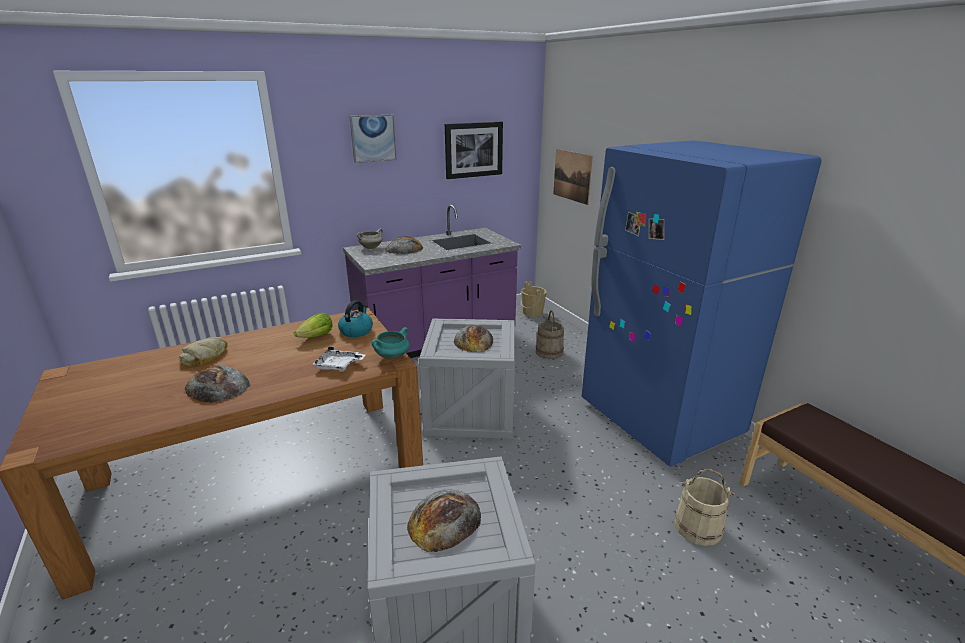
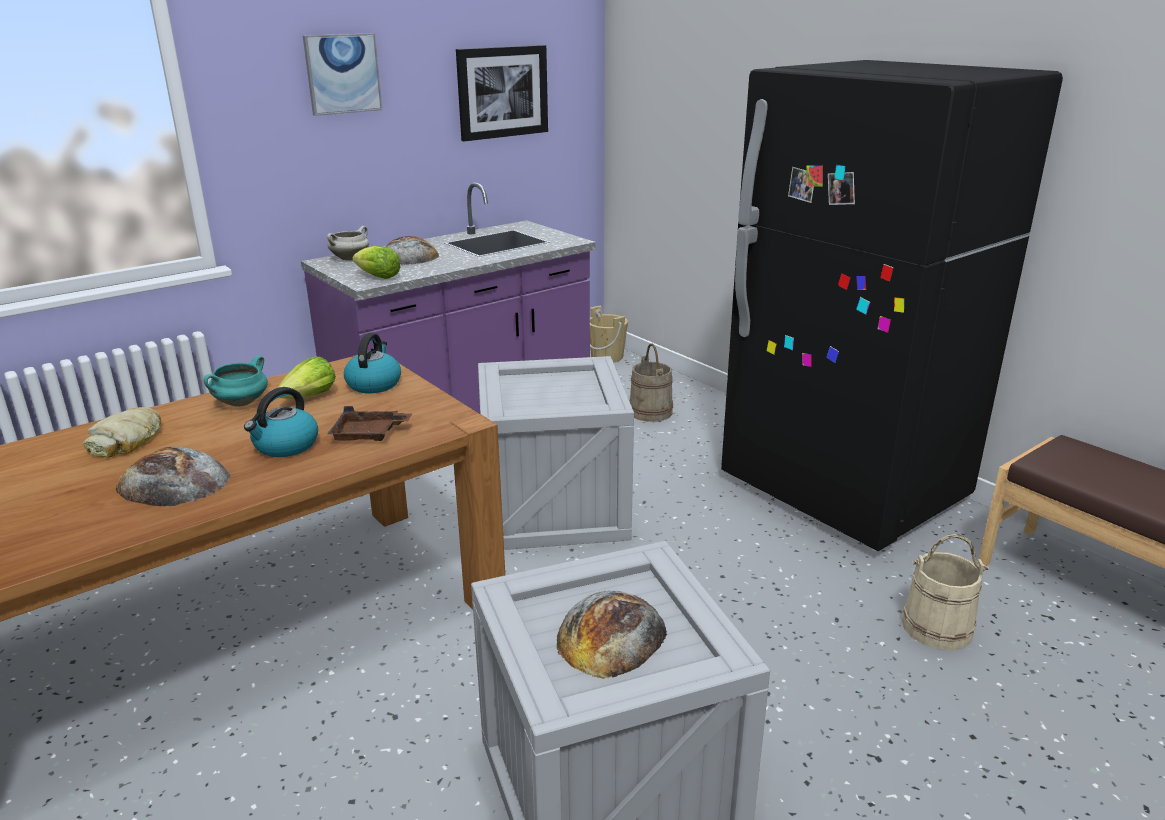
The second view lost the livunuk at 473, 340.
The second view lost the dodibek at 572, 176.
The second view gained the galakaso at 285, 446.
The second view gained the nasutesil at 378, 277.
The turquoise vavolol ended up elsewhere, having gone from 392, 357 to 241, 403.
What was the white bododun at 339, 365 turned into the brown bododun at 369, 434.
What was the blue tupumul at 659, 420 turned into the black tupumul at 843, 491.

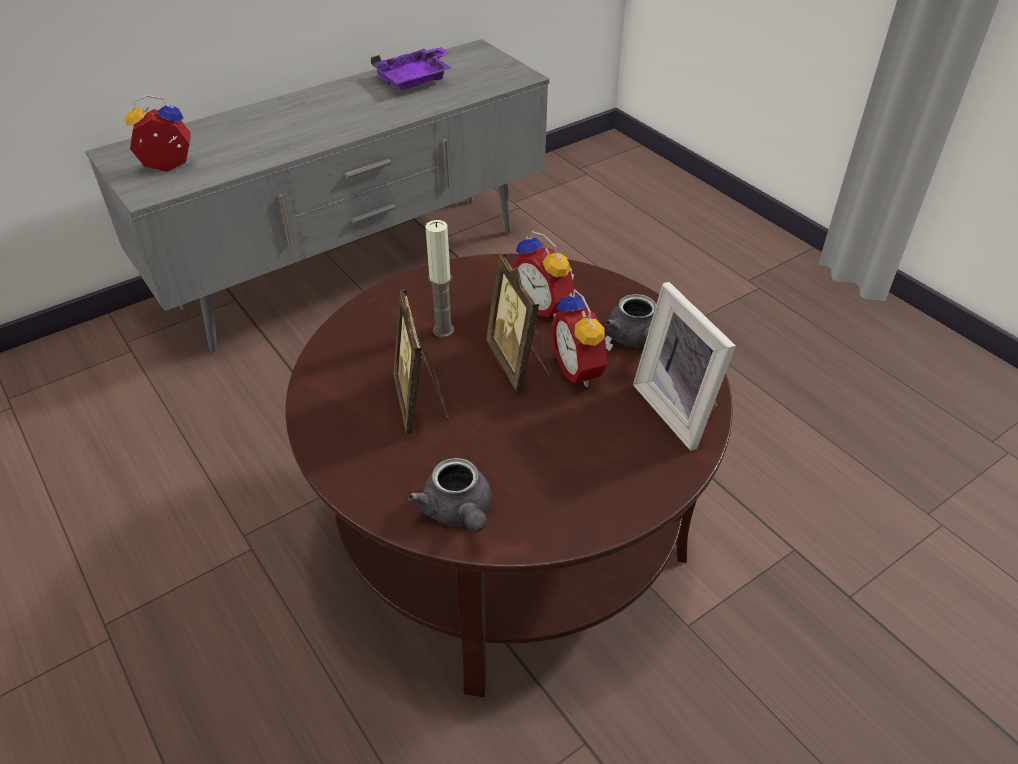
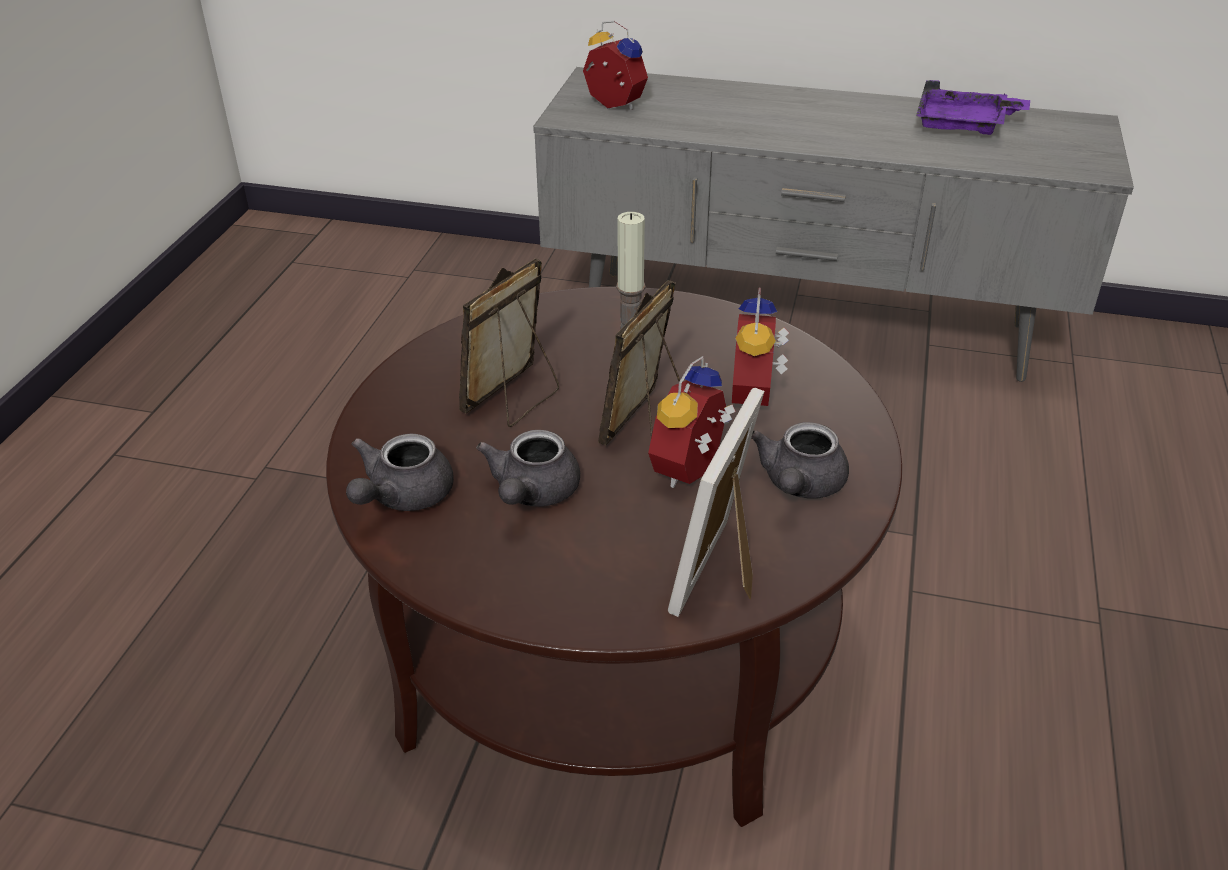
The second view gained the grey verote at 532, 493.

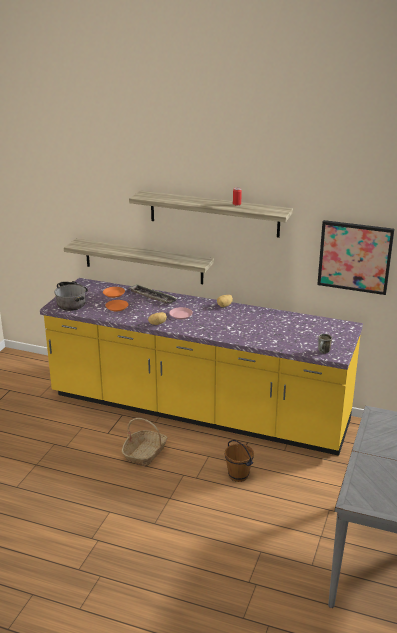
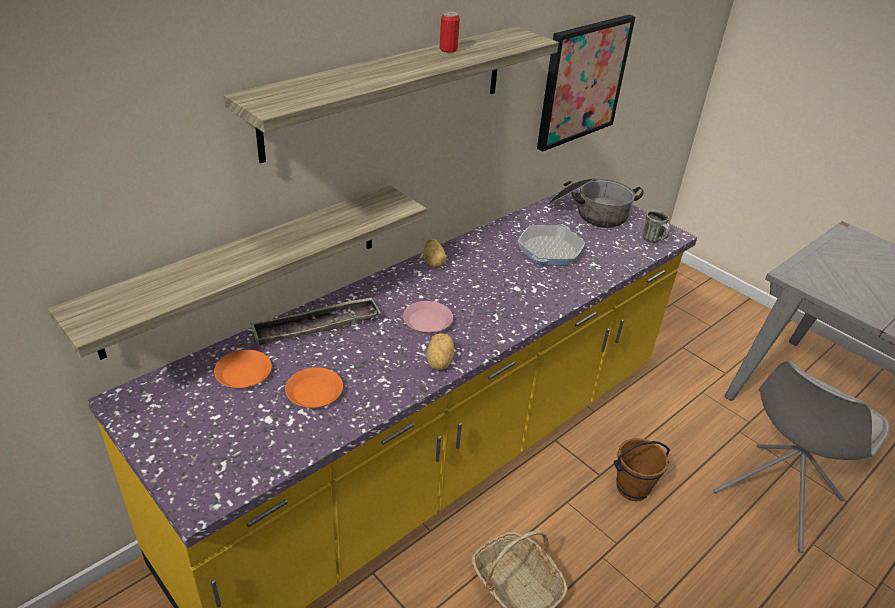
The second view gained the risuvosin at 549, 250.
The second view gained the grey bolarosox at 775, 497.
The vavolol ended up elsewhere, having gone from 72, 302 to 590, 213.

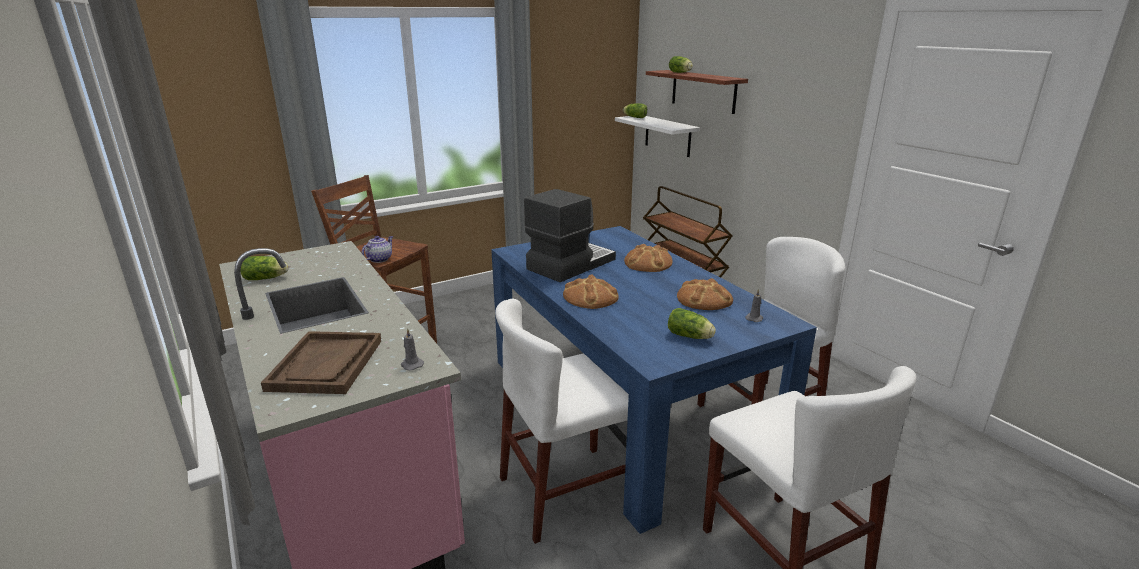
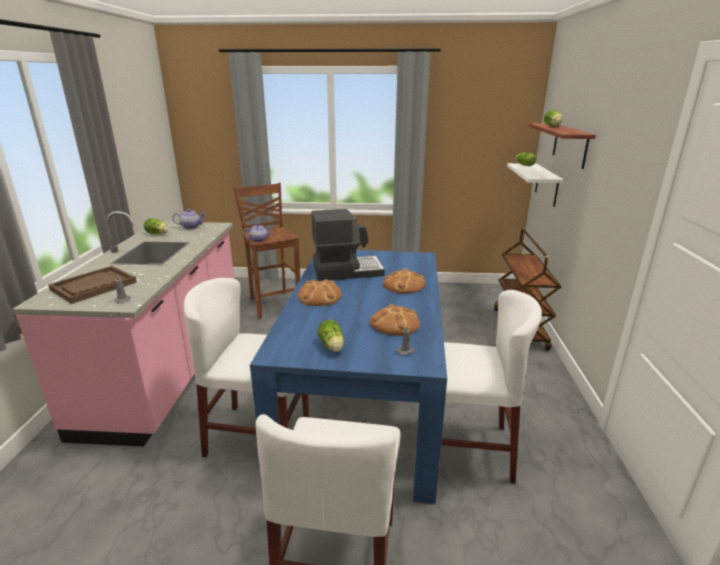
The second view gained the verote at 191, 227.

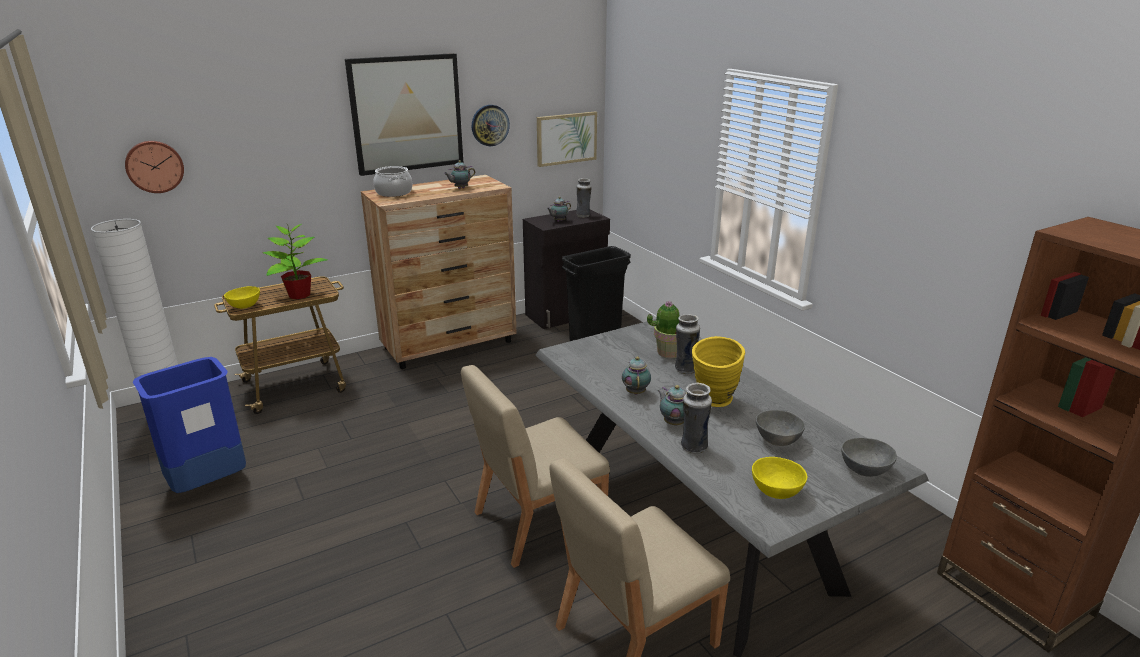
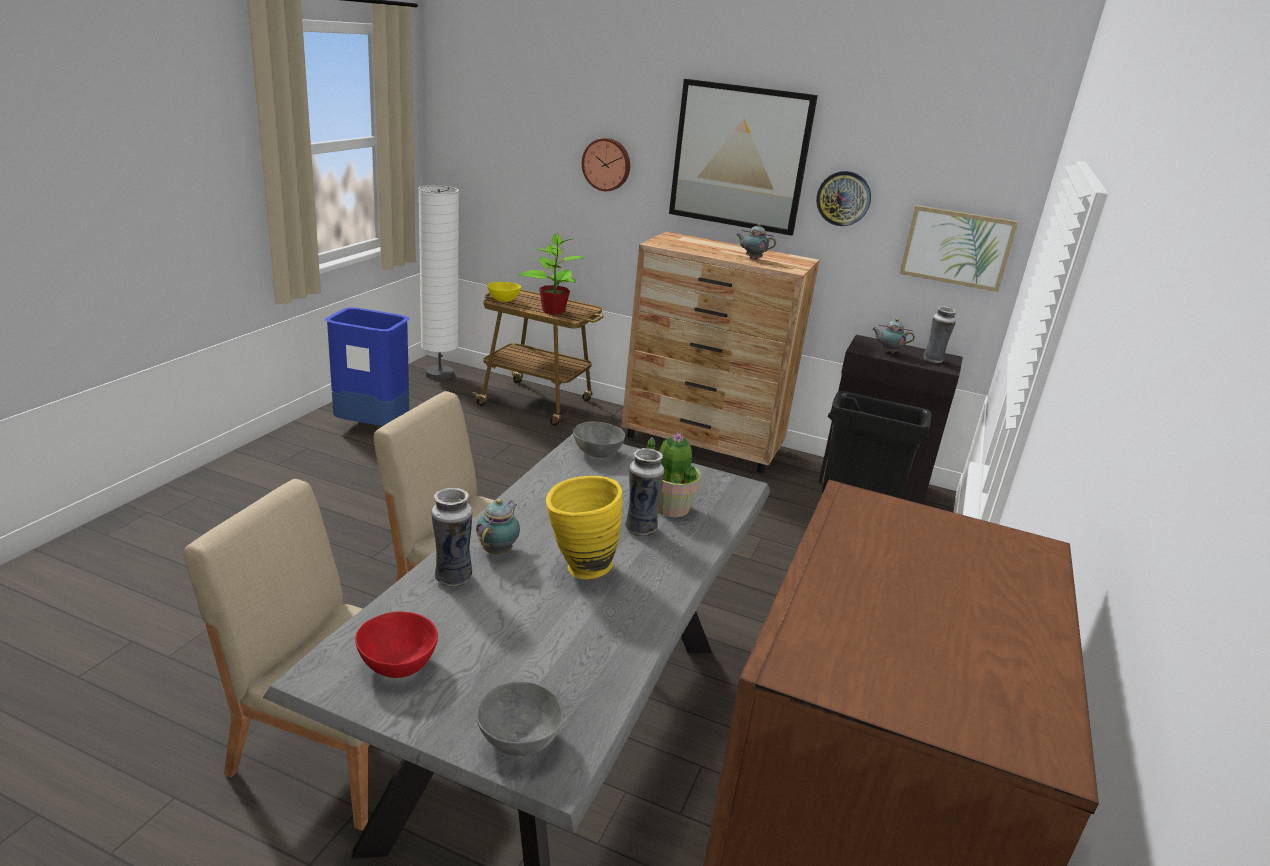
The second view lost the vavolol at 393, 193.
The second view lost the verote at 635, 392.
The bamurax ended up elsewhere, having gone from 154, 166 to 607, 164.
The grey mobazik ended up elsewhere, having gone from 776, 441 to 596, 453.
What was the yellow mobazik at 775, 491 turned into the red mobazik at 397, 663.

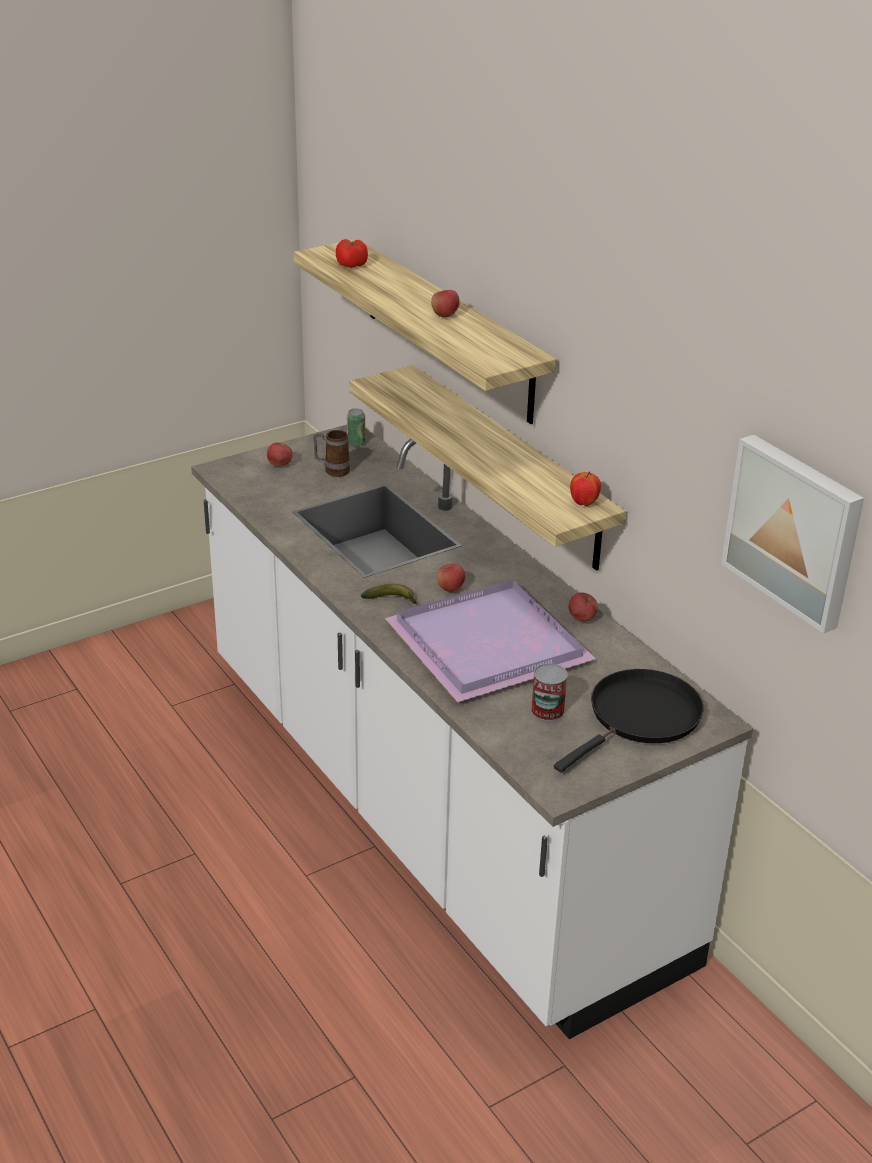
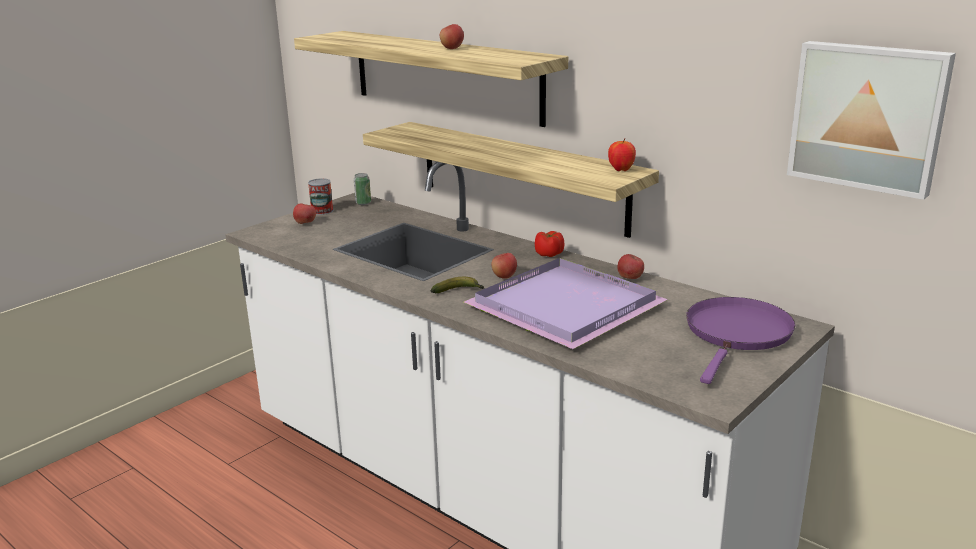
The second view lost the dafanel at 332, 470.
The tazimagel ended up elsewhere, having gone from 352, 265 to 549, 254.
The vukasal ended up elsewhere, having gone from 547, 710 to 322, 211.
What was the black risuvosin at 640, 717 turned into the purple risuvosin at 737, 334.

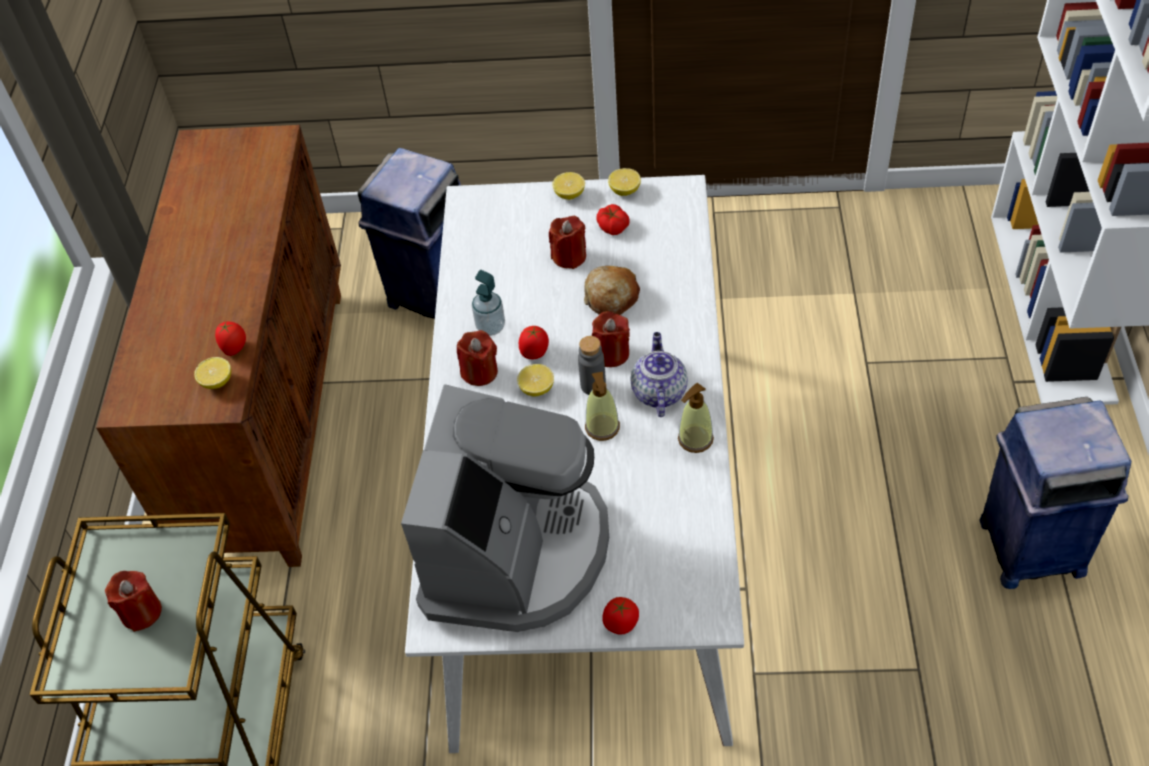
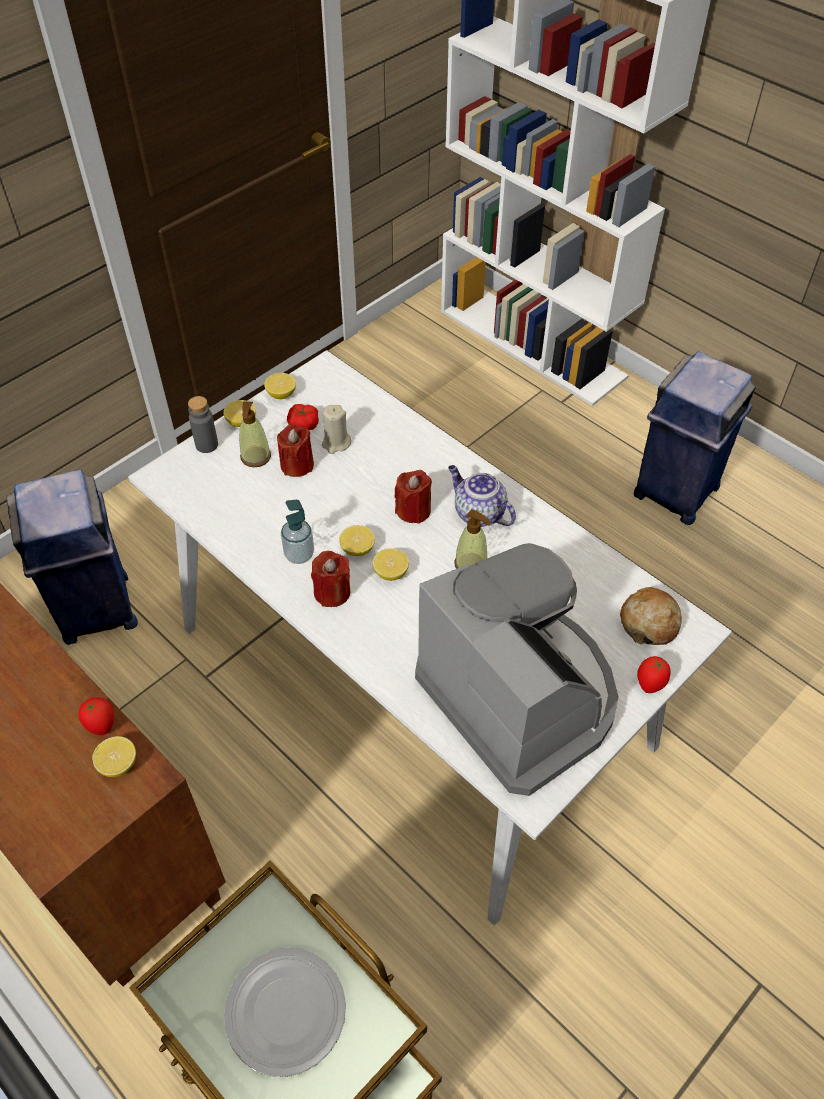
The second view gained the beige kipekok at 336, 443.
The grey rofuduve ended up elsewhere, having gone from 593, 385 to 207, 445.
The livunuk ended up elsewhere, having gone from 611, 297 to 649, 622.
The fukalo ended up elsewhere, having gone from 695, 439 to 255, 457.
Where the red kipekok stood at 141, 612, the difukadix came to stand at 287, 1010.
Where the tazimagel stood at 535, 353, the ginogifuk came to stand at 357, 549.

